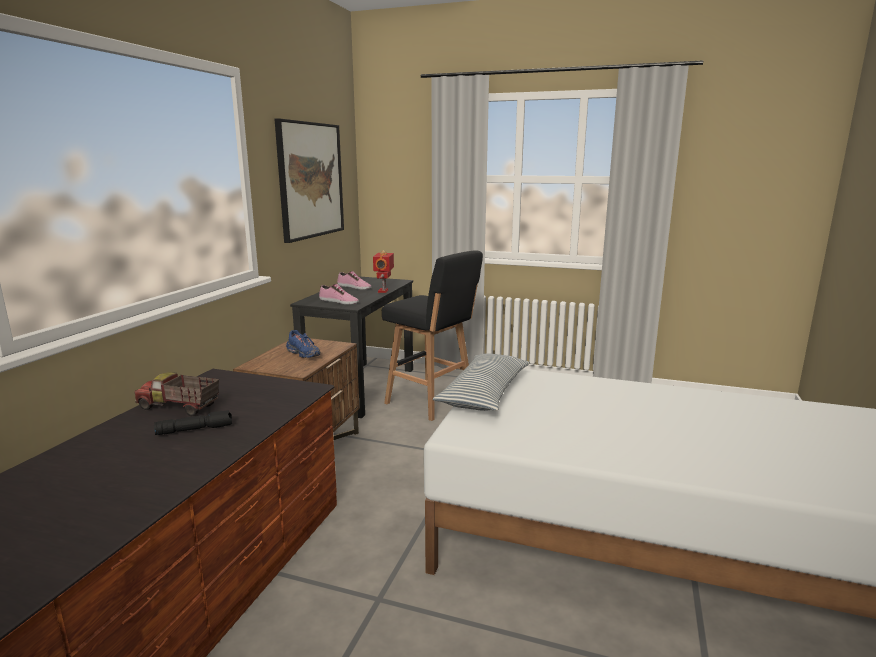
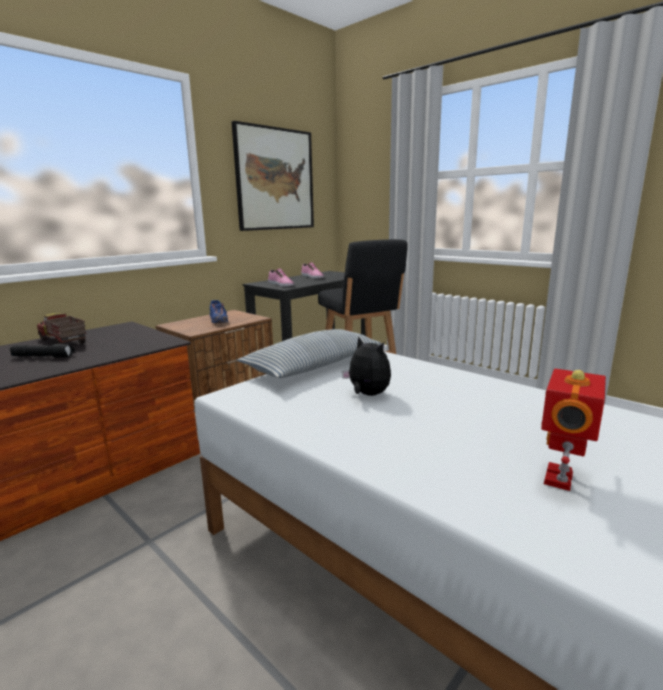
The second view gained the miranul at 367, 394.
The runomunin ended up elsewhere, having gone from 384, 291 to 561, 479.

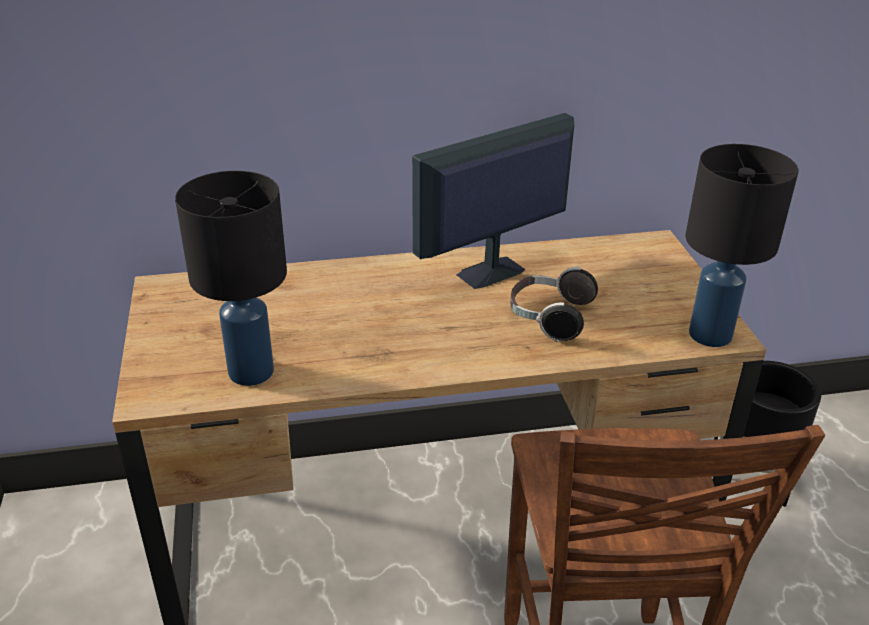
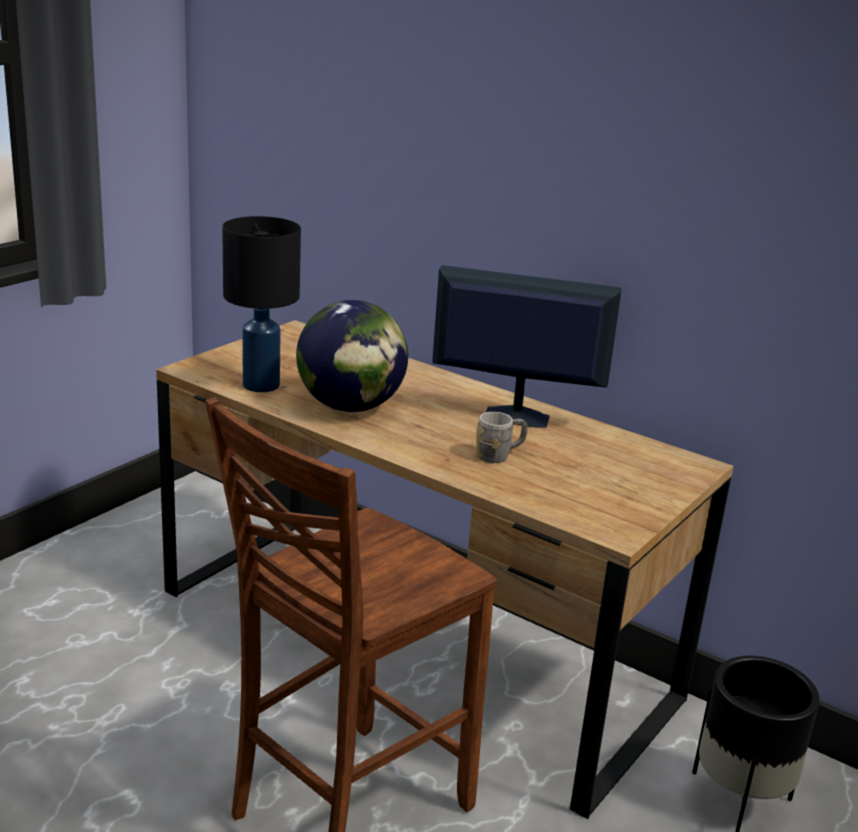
The second view lost the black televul at 711, 335.
The second view gained the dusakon at 350, 407.
Where the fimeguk stood at 549, 318, the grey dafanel came to stand at 499, 455.

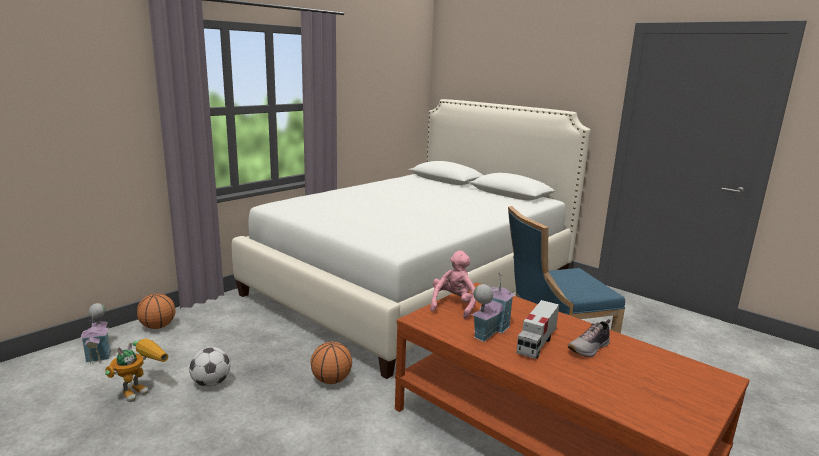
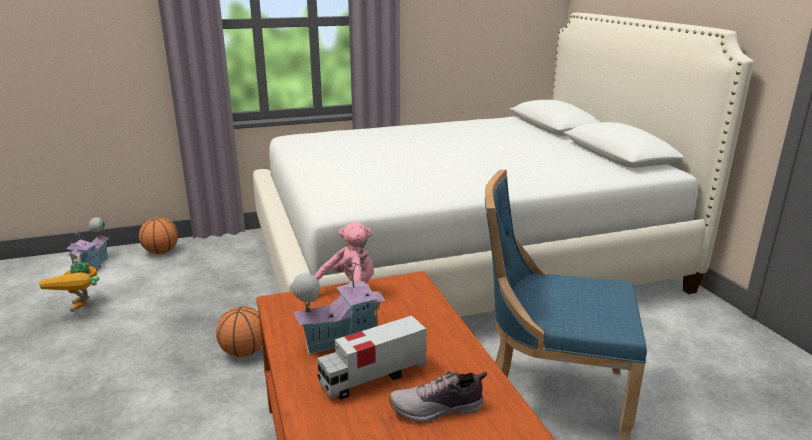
The second view lost the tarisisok at 211, 383.
The runomunin at 141, 389 ended up facing another way, 105 degrees clockwise from before.

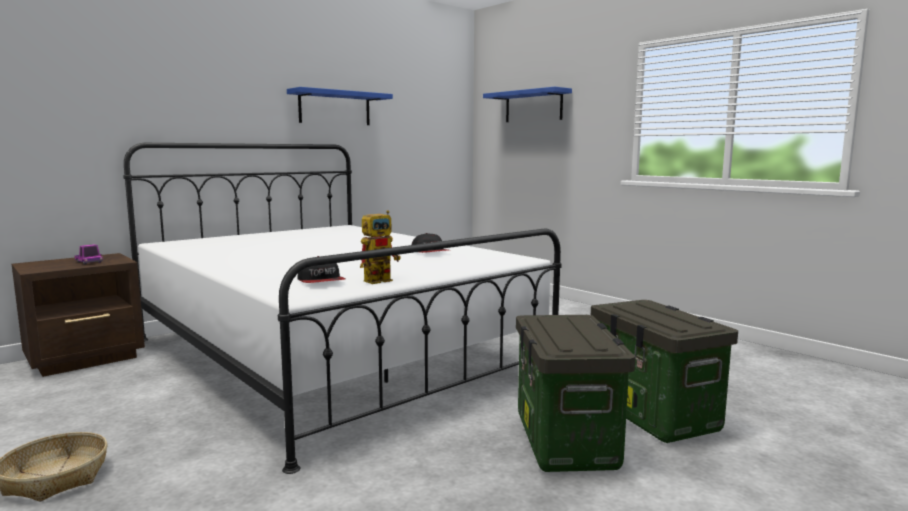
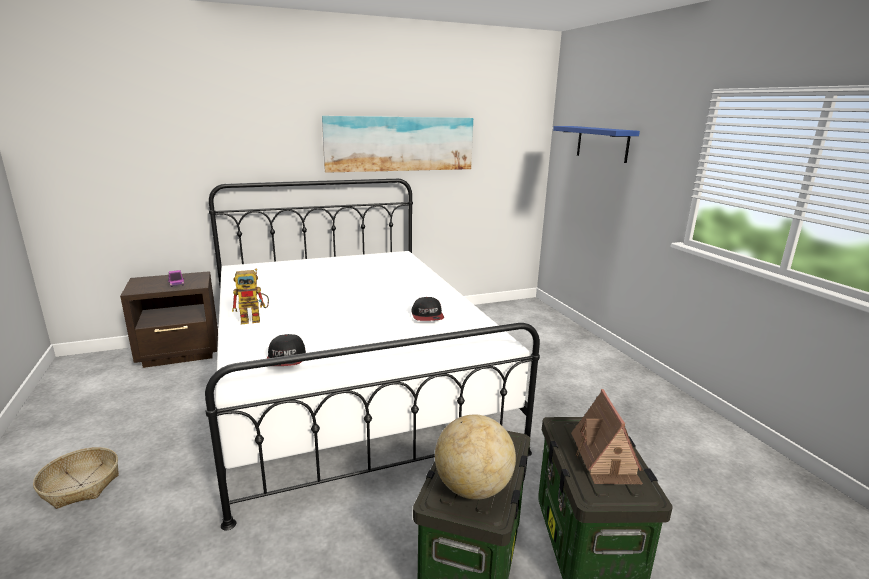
The second view gained the dusakon at 473, 488.
The second view gained the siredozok at 605, 459.
The runomunin ended up elsewhere, having gone from 381, 279 to 255, 319.
Where the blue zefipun hung at 335, 108, the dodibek came to hang at 400, 143.

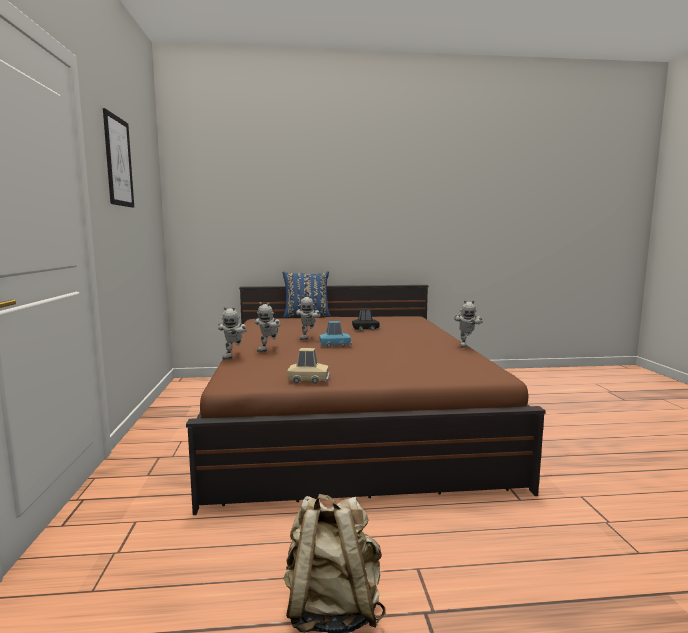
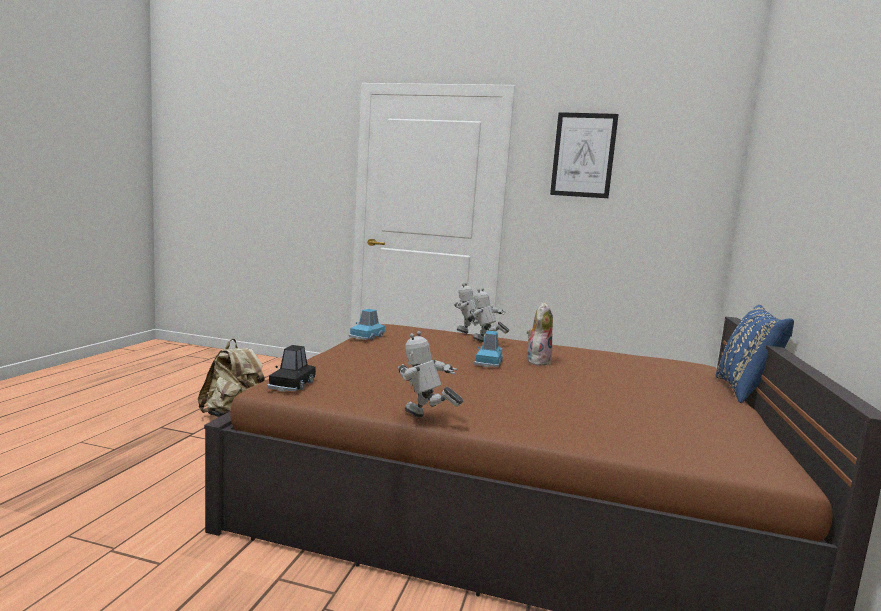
The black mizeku ended up elsewhere, having gone from 366, 329 to 292, 385.
Where the runomunin stood at 308, 338, the miranul came to stand at 537, 361.
What was the beige mizeku at 308, 379 turned into the blue mizeku at 367, 337.

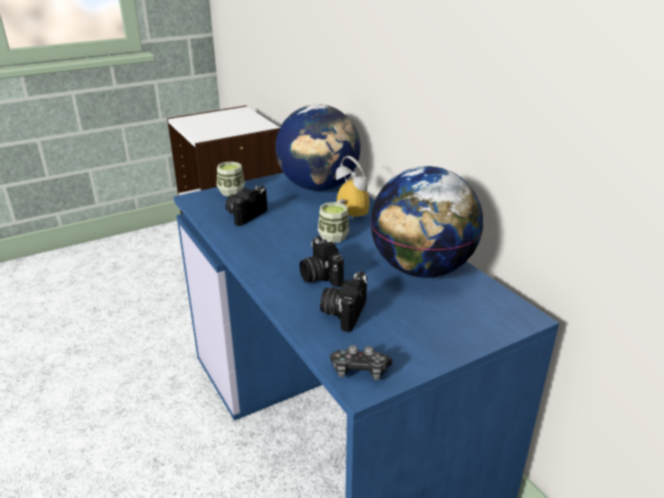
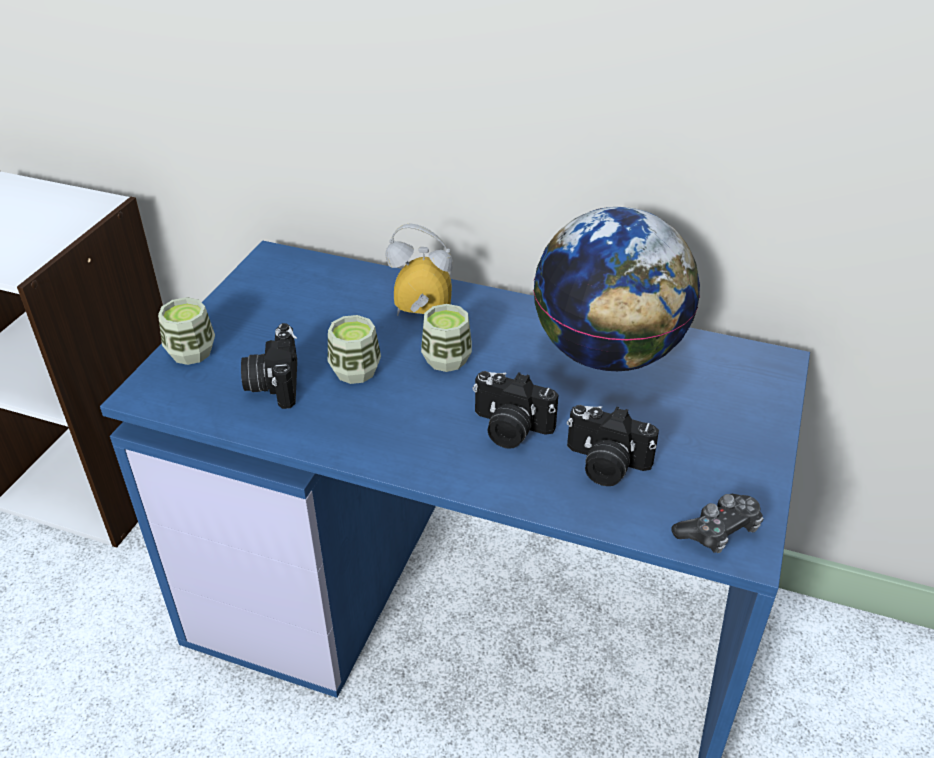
The second view lost the dusakon at 319, 187.
The second view gained the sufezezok at 355, 371.
The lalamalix at 343, 312 ended up facing another way, 45 degrees counterclockwise from before.

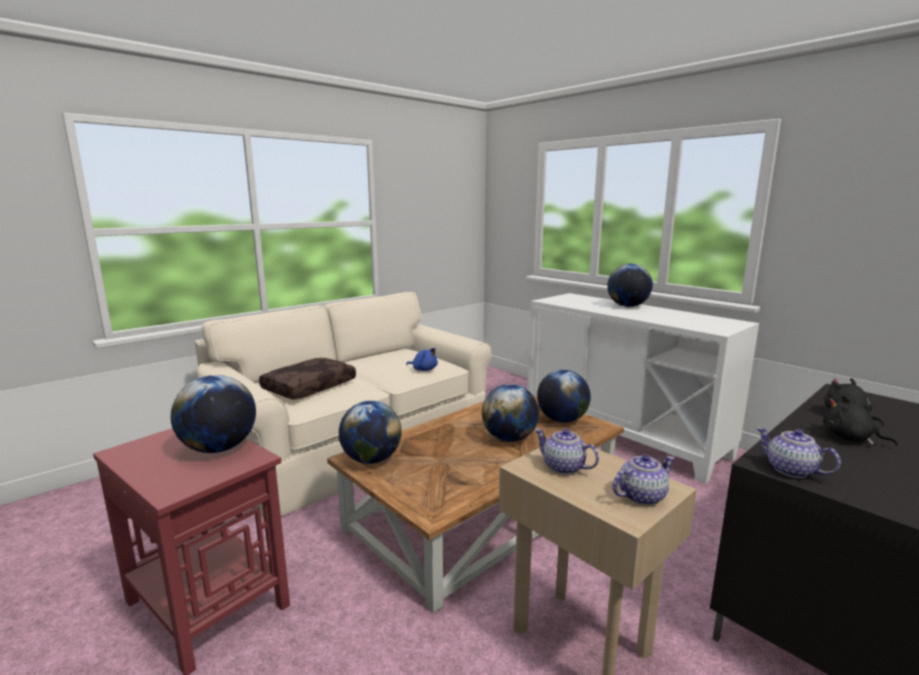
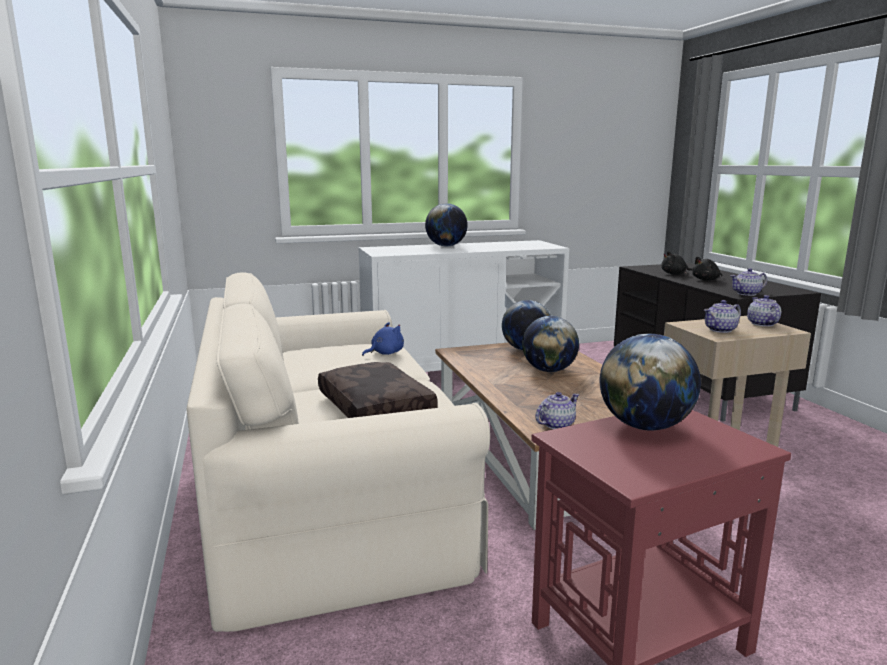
Where the dusakon stood at 371, 459, the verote came to stand at 556, 425.

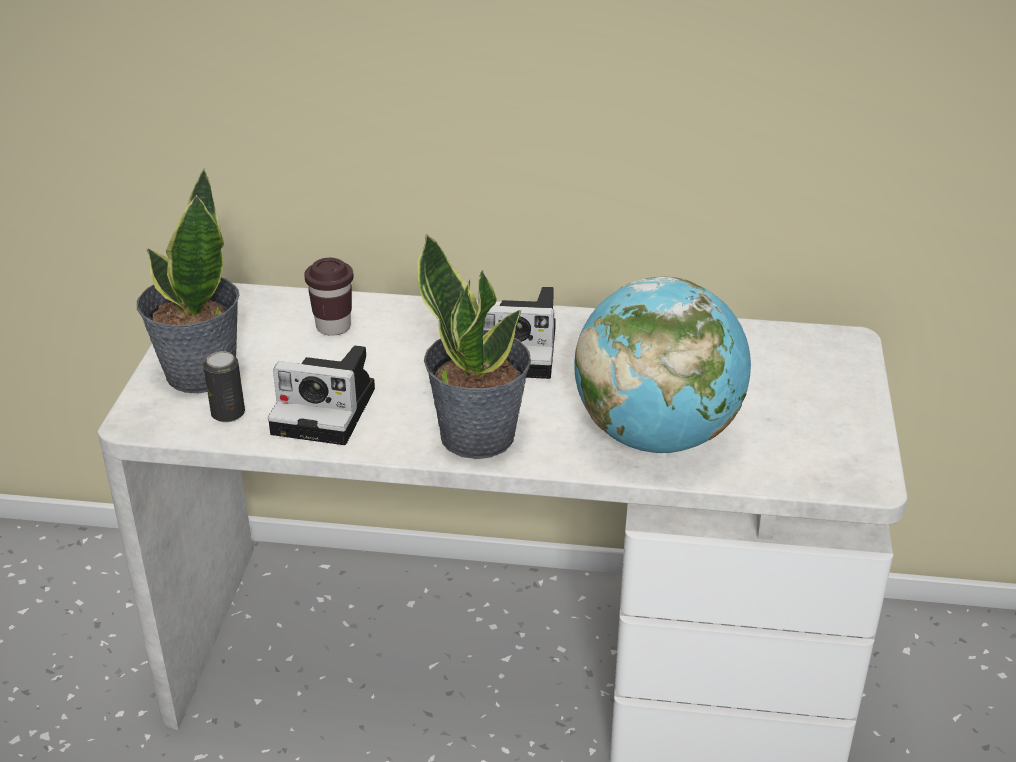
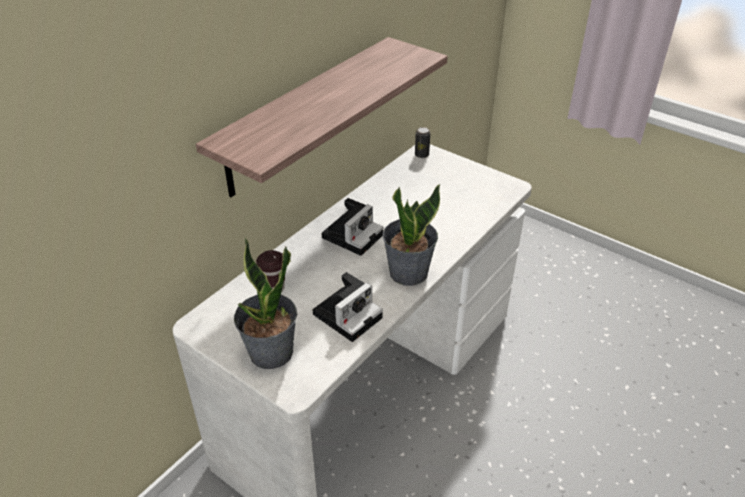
The second view lost the dusakon at 656, 436.
The second view gained the zefipun at 305, 115.
The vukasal ended up elsewhere, having gone from 228, 414 to 421, 155.

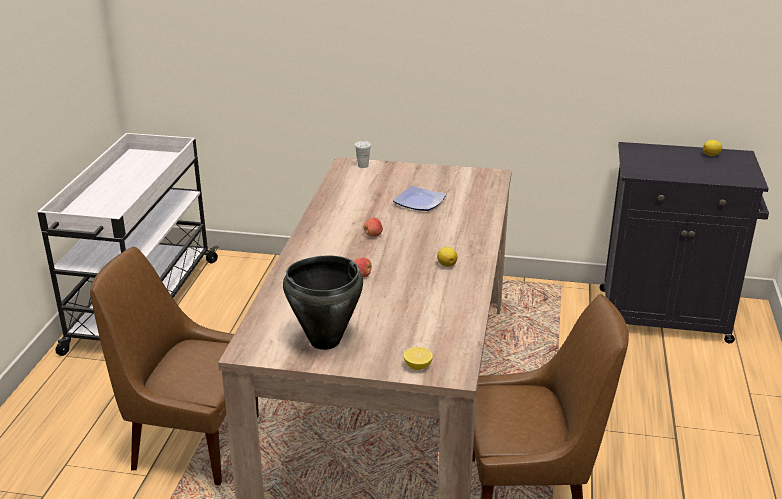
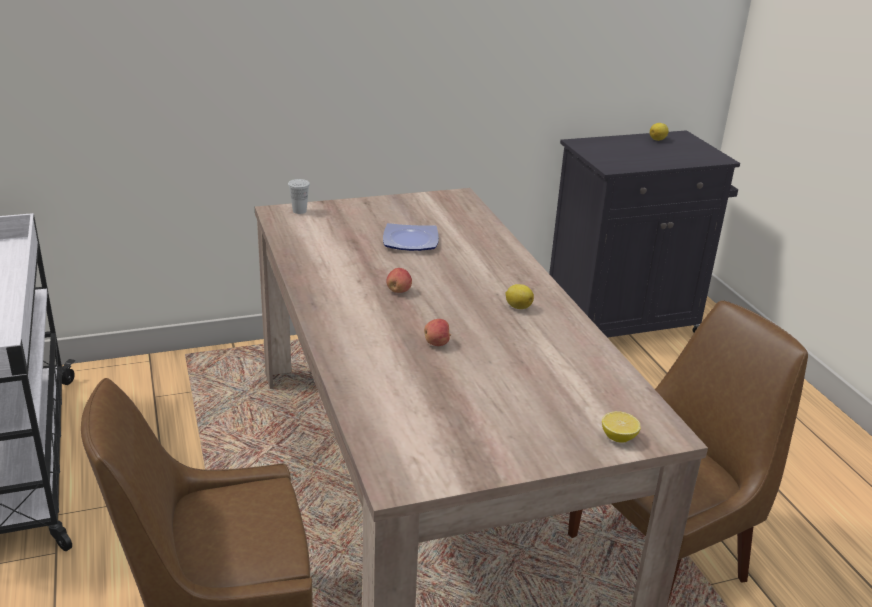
The second view lost the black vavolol at 324, 341.

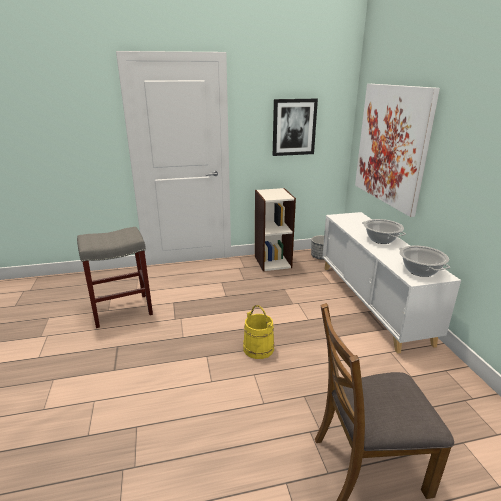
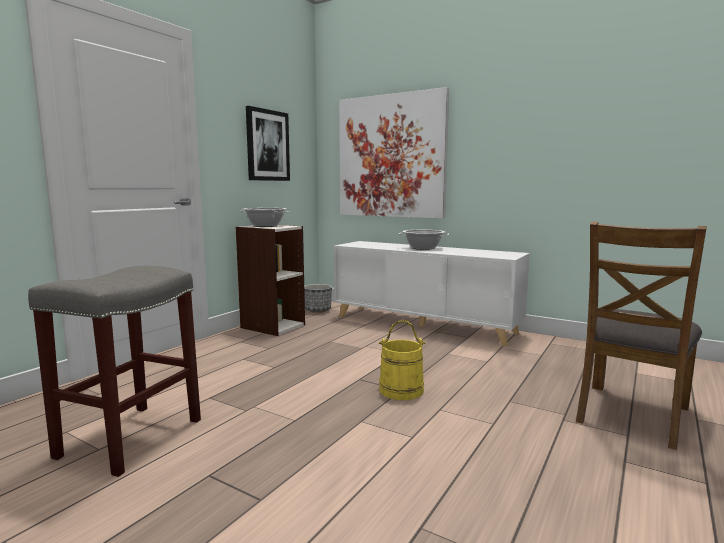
The vavolol ended up elsewhere, having gone from 420, 271 to 265, 226.

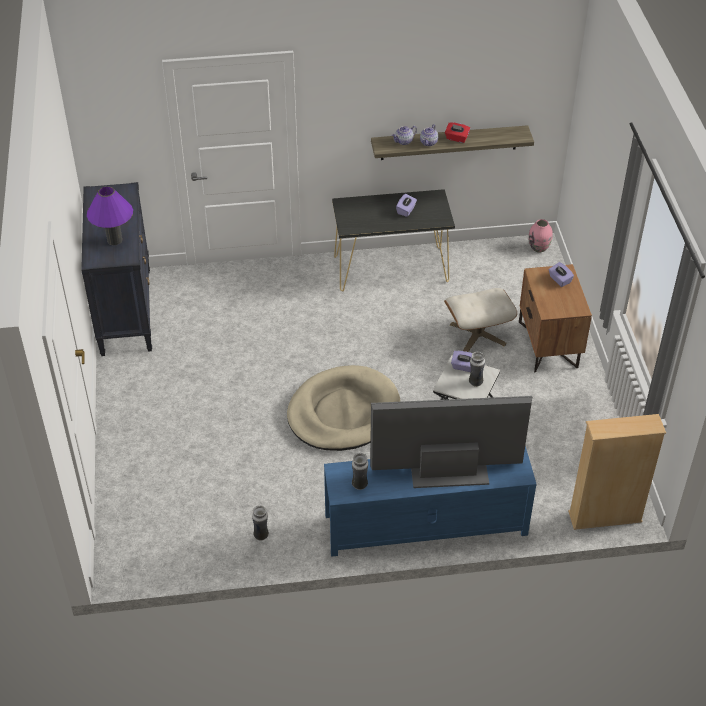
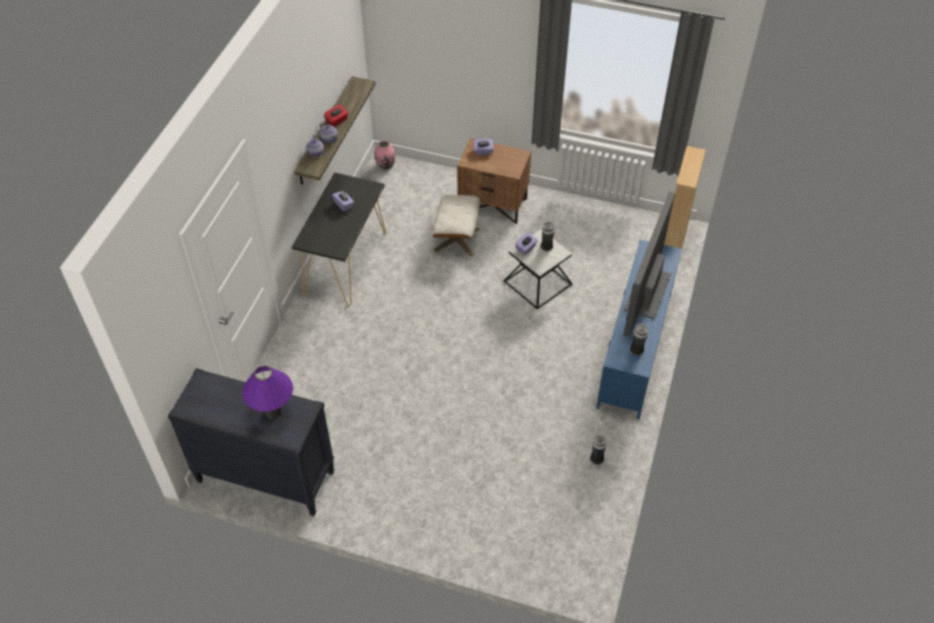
The second view lost the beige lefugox at 343, 412.

